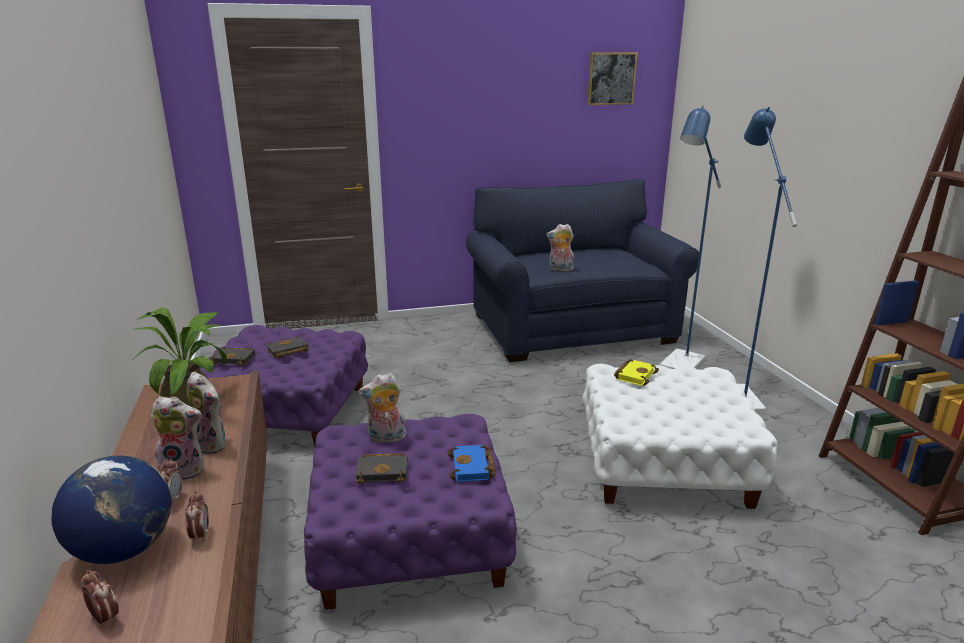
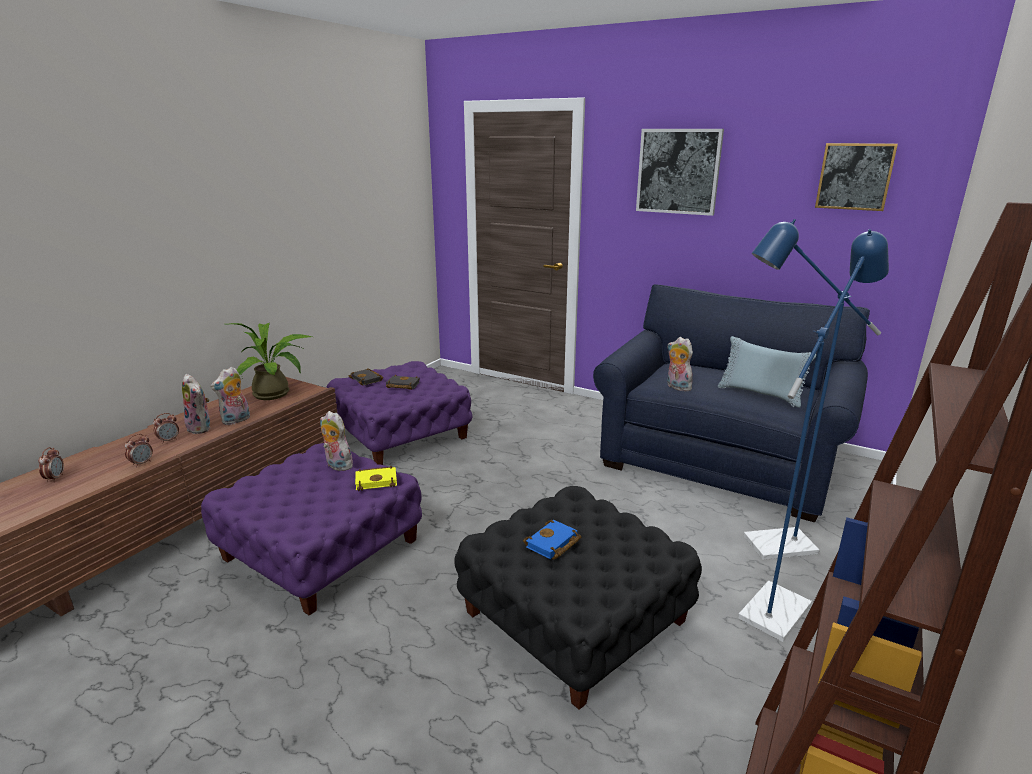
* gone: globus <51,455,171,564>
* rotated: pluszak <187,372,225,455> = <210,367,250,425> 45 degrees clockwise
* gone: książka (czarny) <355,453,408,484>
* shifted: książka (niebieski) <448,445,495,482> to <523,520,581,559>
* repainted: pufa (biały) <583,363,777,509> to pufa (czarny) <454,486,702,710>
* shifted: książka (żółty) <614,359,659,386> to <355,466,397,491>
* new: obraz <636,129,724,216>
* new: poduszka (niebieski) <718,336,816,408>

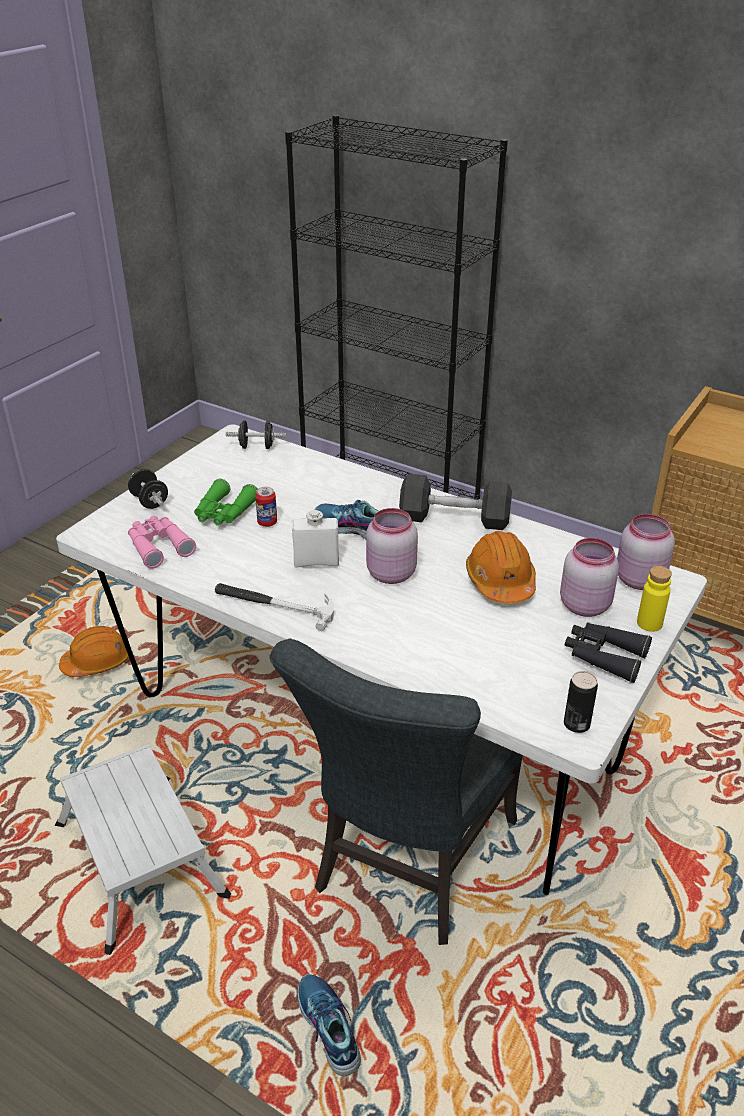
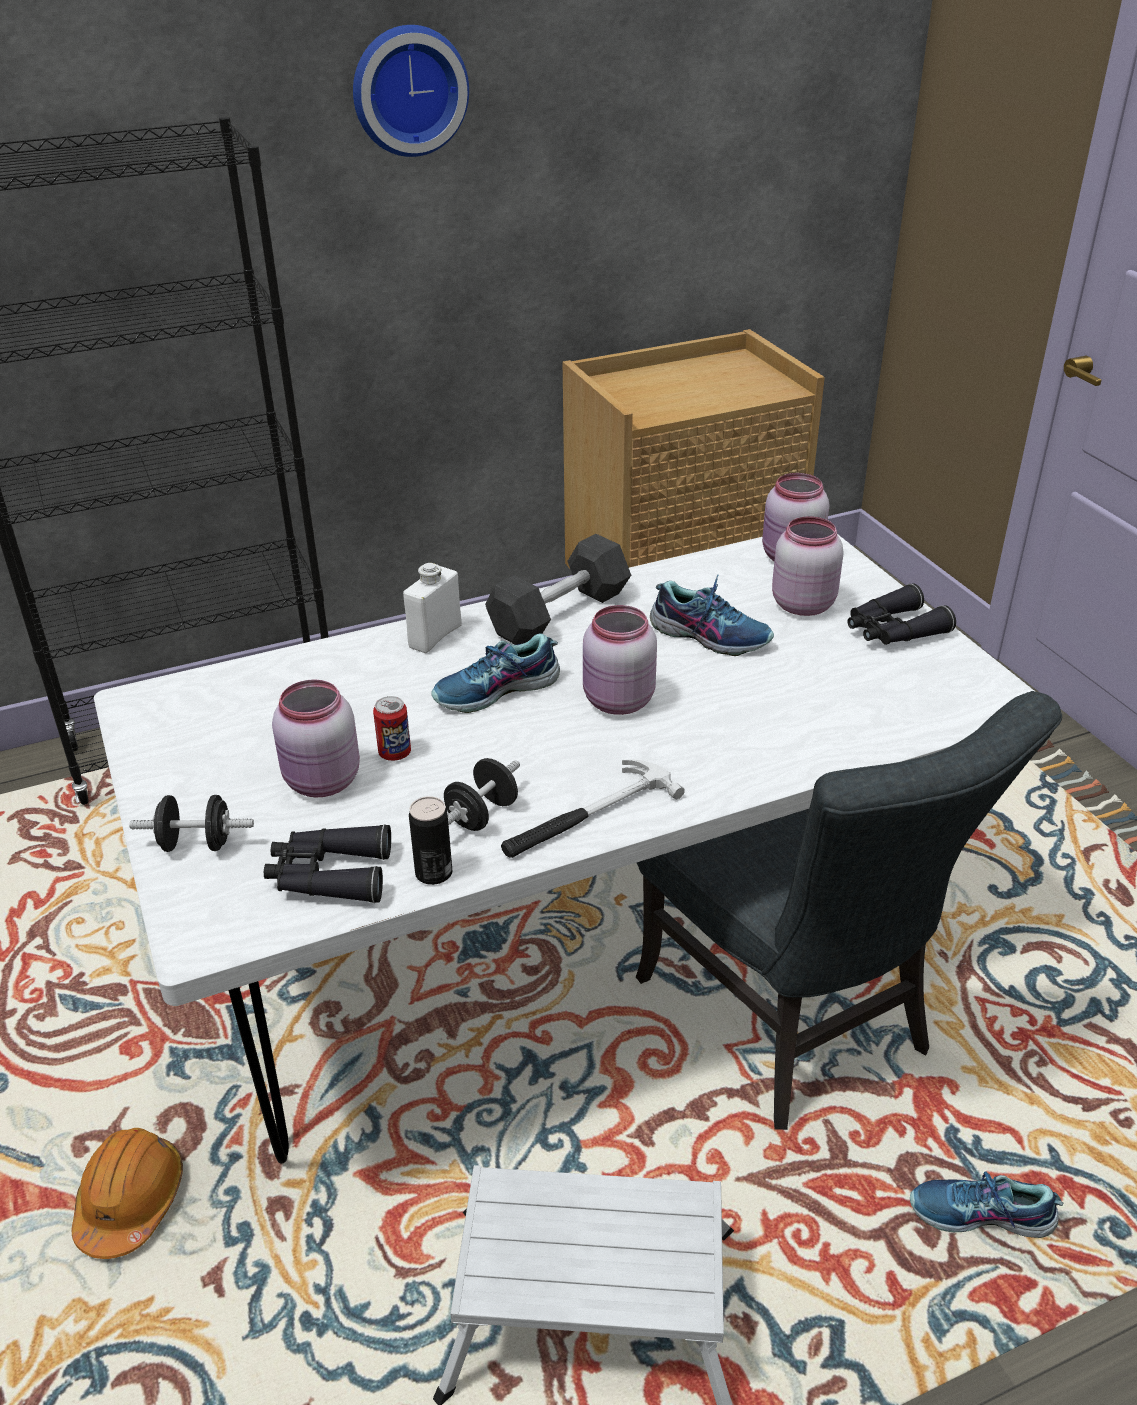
* repainted: lornetka (różowy) <128,516,196,569> to lornetka (czarny) <264,824,391,903>
* swapped: lornetka (zielony) <194,479,258,526> to słoik (różowy) <272,679,360,797>
* shifted: hantel (czarny) <226,421,287,449> to <444,758,520,831>
* shifted: butelka (biały) <292,510,339,568> to <403,563,462,653>
* swapped: kask (pomarańczowy) <466,531,536,604> to but <650,575,774,656>
* shifted: puszka <564,671,598,733> to <409,796,452,885>
* gone: butelka (żółty) <637,566,672,632>
* new: zegar ścienny <353,25,469,157>

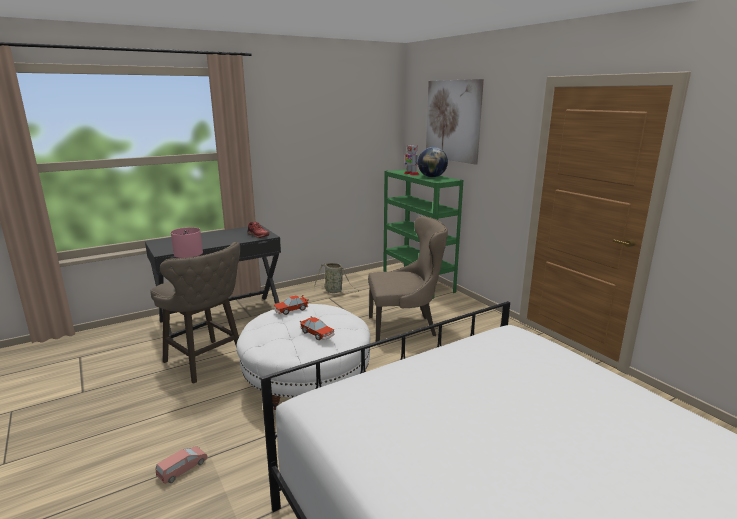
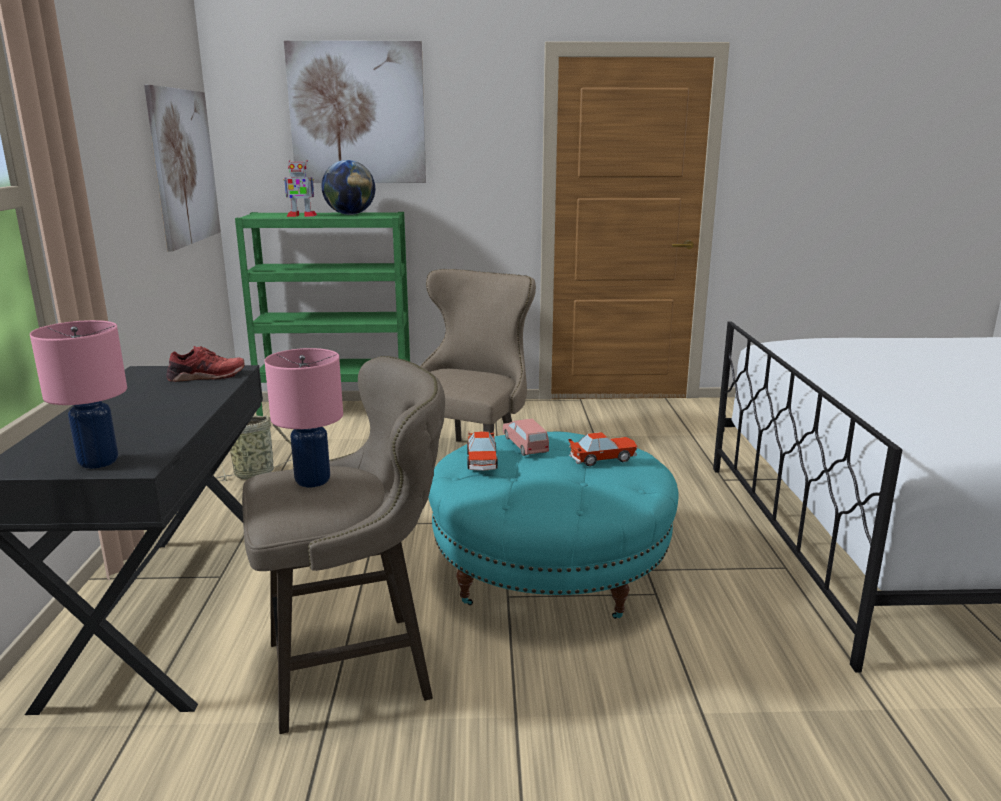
* shifted: samochodzik (różowy) <155,446,208,484> to <503,419,549,456>
* repainted: pufa (biały) <236,304,370,412> to pufa (turkusowy) <428,432,679,619>
* new: lampa stołowa (różowy) <30,320,127,469>
* new: obraz <144,85,221,252>

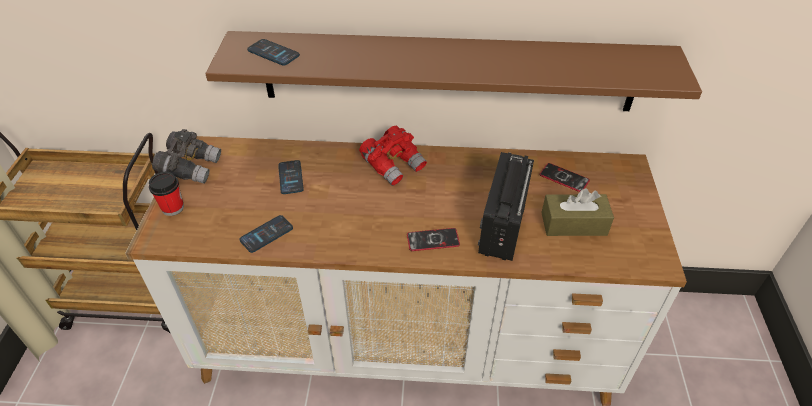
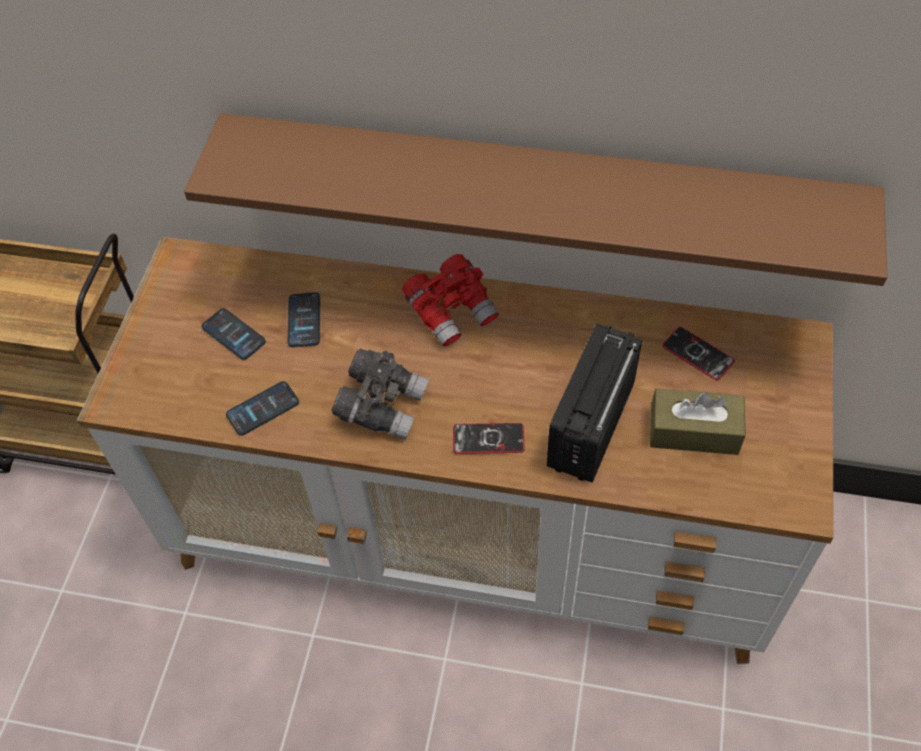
* gone: filiżanka <149,172,184,216>
* shifted: lornetka (szary) <152,129,221,184> to <331,349,429,440>
* shifted: telefon <247,39,300,66> to <202,308,266,360>

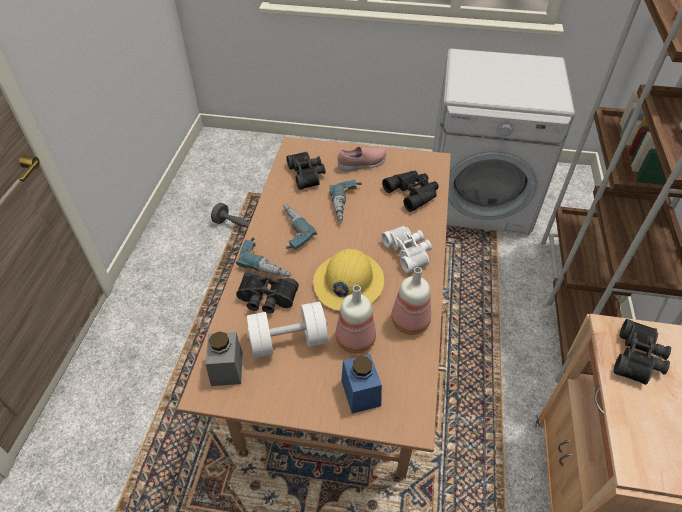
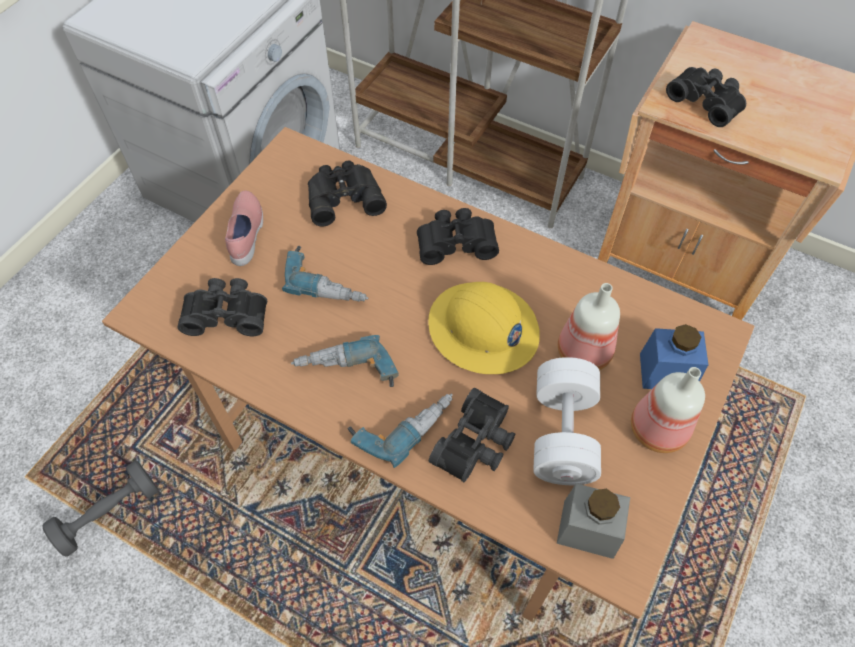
* repainted: lornetka (biały) <381,226,432,273> to lornetka (czarny) <417,208,499,265>
* shifted: butelka <391,267,431,335> to <631,367,705,453>

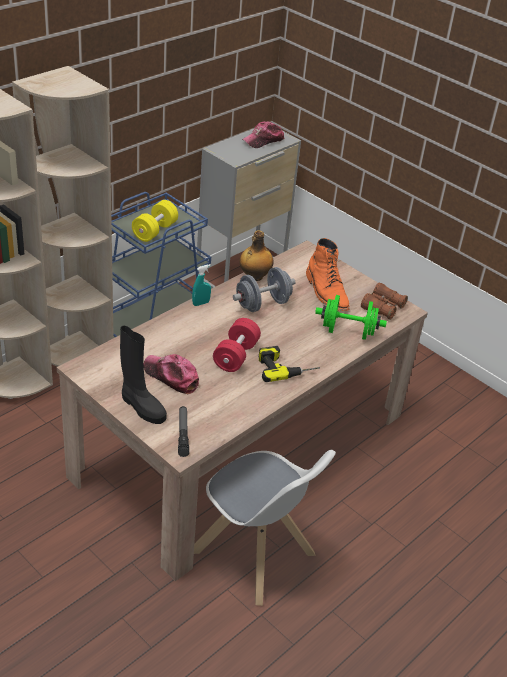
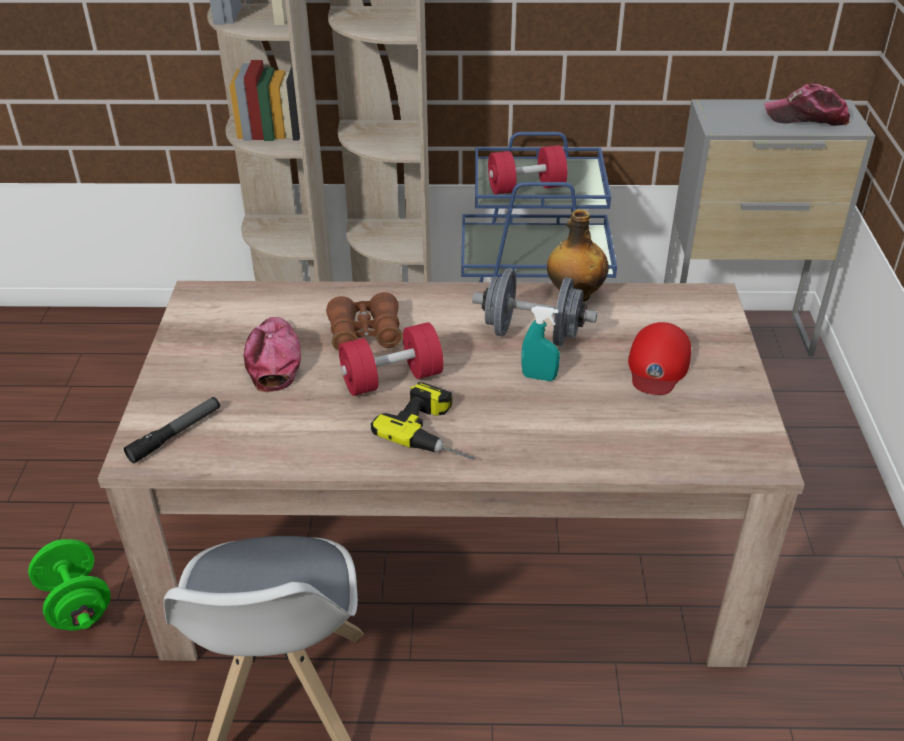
* gone: but z cholewką (czarny) <120,326,167,424>
* repainted: hantel (żółty) <132,200,178,242> to hantel (czerwony) <488,145,567,195>
* shifted: spryskiwacz (turkusowy) <192,264,211,306> to <521,306,560,381>
* swapped: but z cholewką (pomarańczowy) <306,238,350,311> to czapka z daszkiem (czerwony) <628,322,691,395>
* shifted: hantel (zielony) <315,295,387,340> to <28,539,111,631>
* shifted: lornetka (brązowy) <361,282,408,320> to <326,292,403,351>

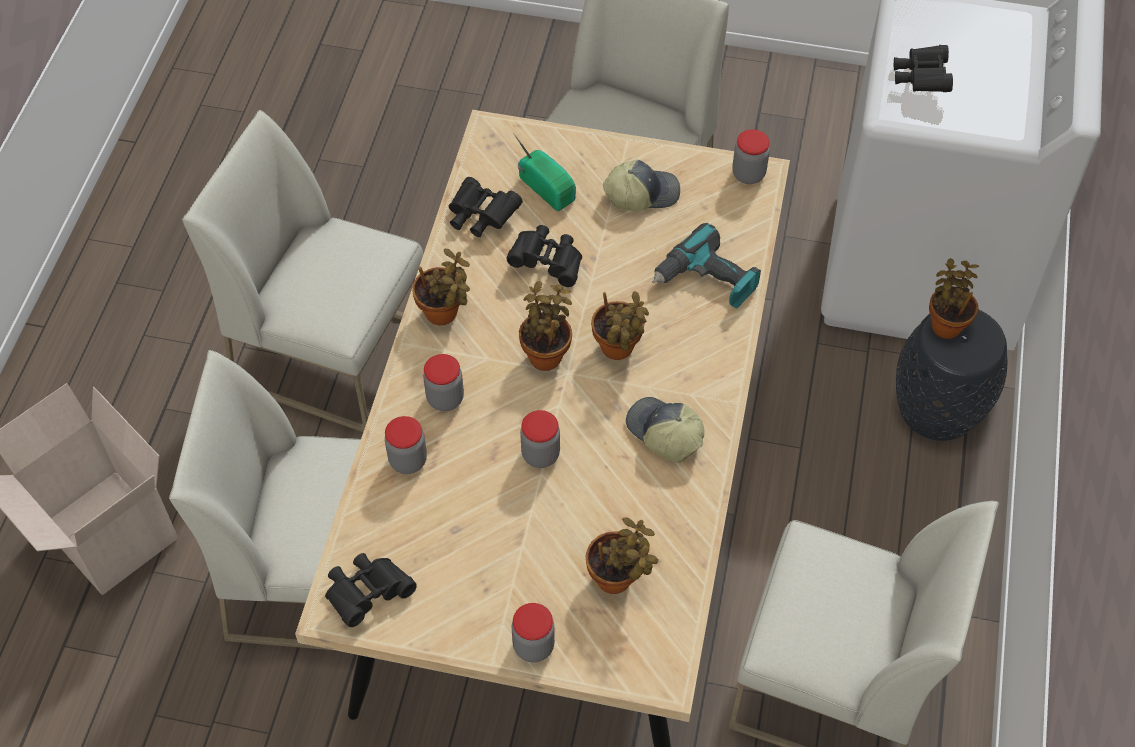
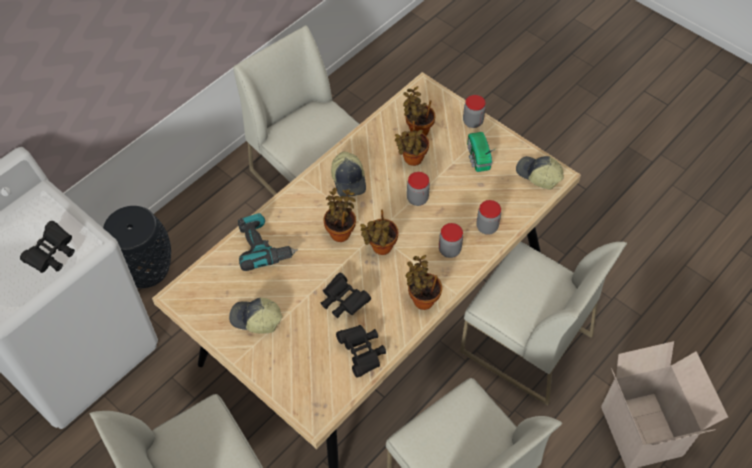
* swapped: lornetka (czarny) <325,553,417,627> to czapka z daszkiem <516,156,564,190>
* shifted: radio <513,133,576,211> to <467,132,495,172>
* gone: słoik <732,130,770,184>
* shifted: roślina doniczkowa <929,258,979,339> to <395,120,429,166>

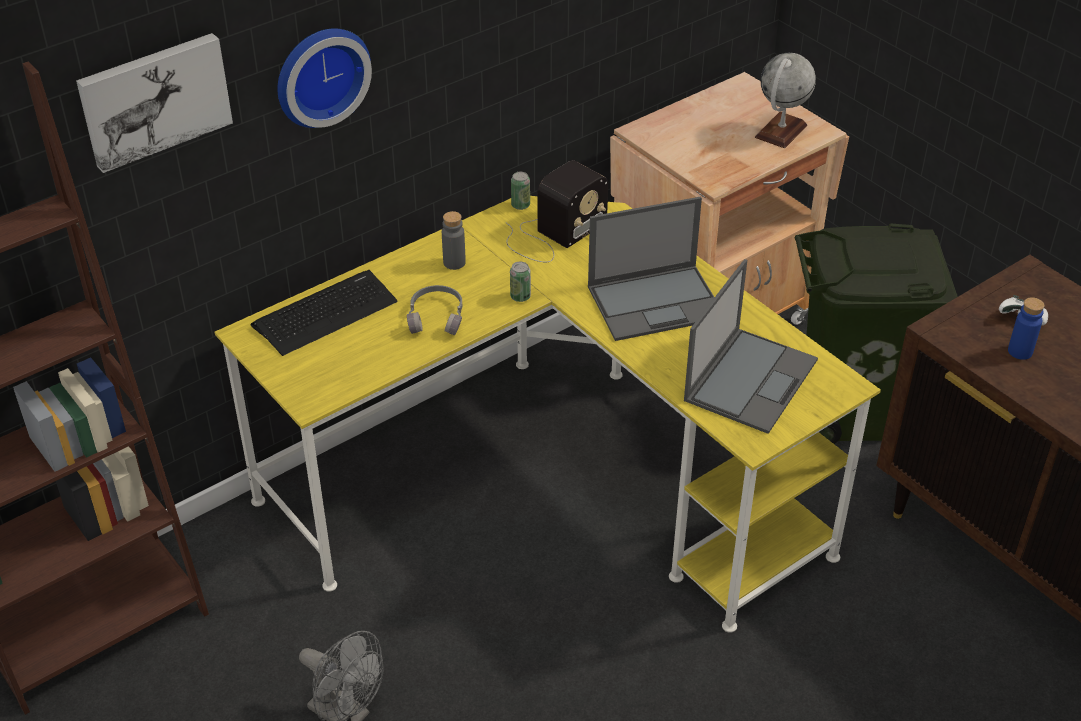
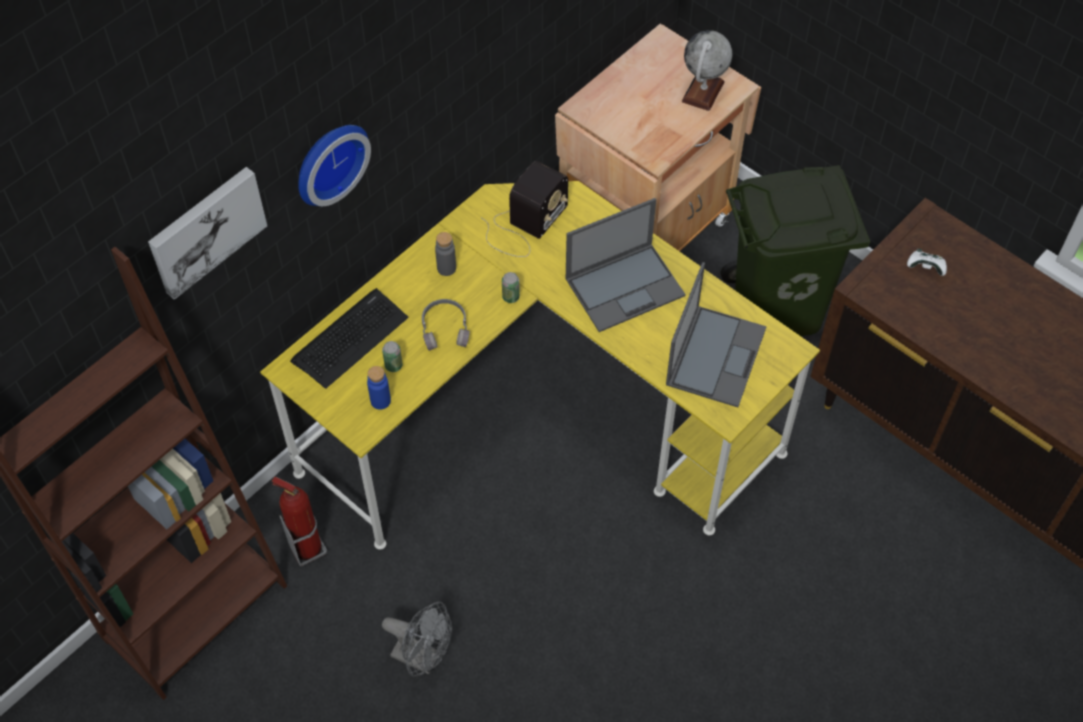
* shifted: puszka <511,172,530,210> to <382,341,403,372>
* shifted: butelka (niebieski) <1008,297,1045,360> to <367,366,391,410>
* new: gaśnica <271,477,327,566>

